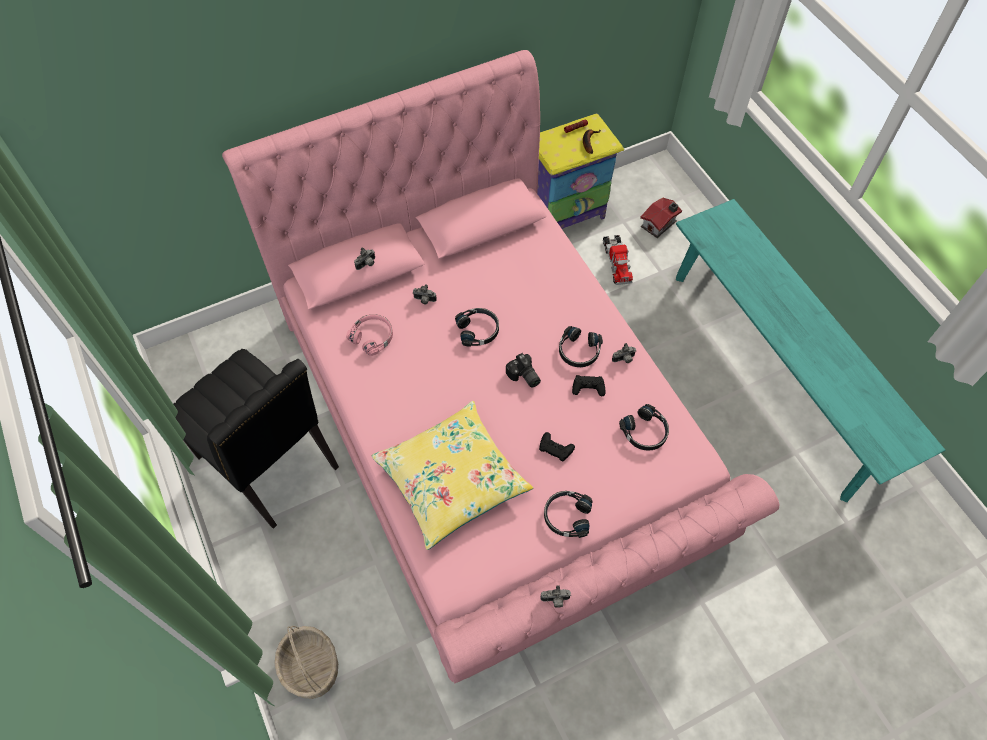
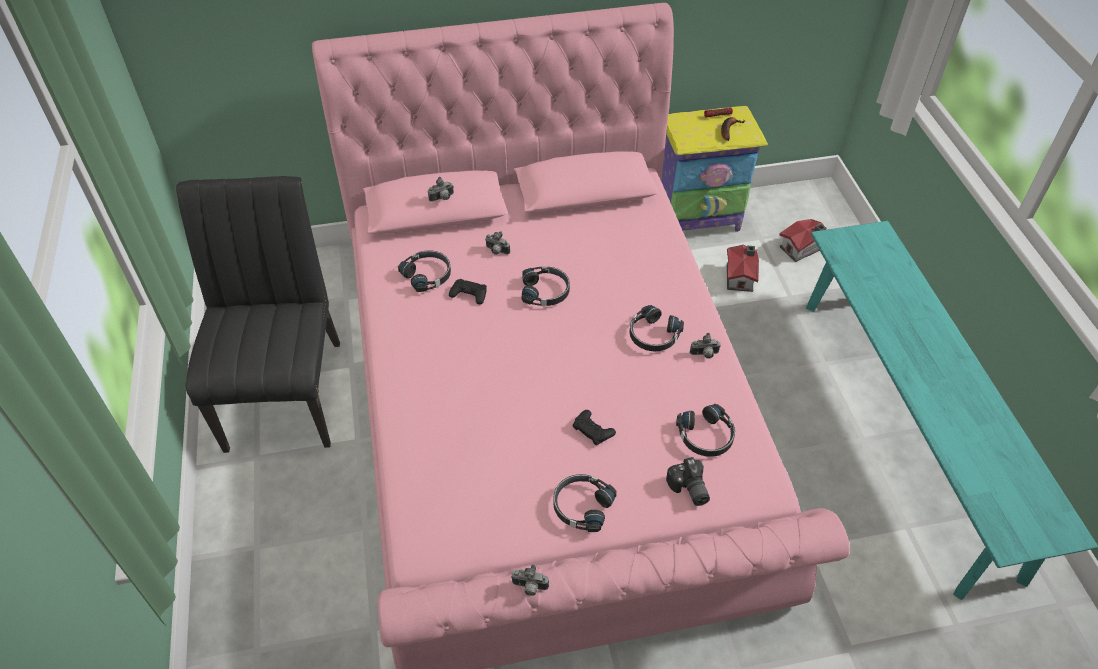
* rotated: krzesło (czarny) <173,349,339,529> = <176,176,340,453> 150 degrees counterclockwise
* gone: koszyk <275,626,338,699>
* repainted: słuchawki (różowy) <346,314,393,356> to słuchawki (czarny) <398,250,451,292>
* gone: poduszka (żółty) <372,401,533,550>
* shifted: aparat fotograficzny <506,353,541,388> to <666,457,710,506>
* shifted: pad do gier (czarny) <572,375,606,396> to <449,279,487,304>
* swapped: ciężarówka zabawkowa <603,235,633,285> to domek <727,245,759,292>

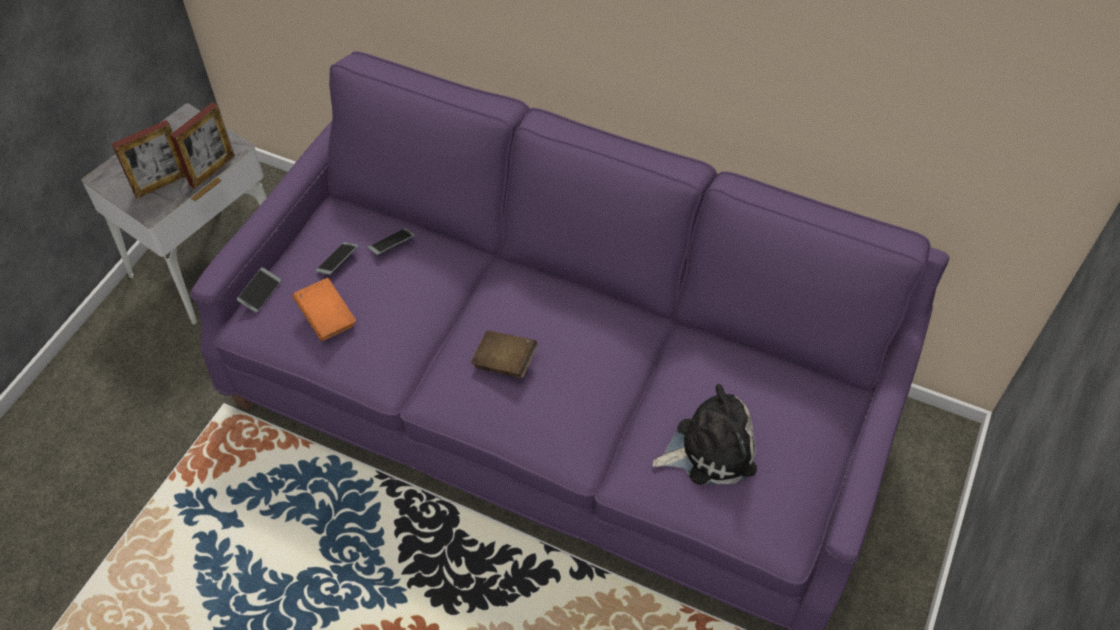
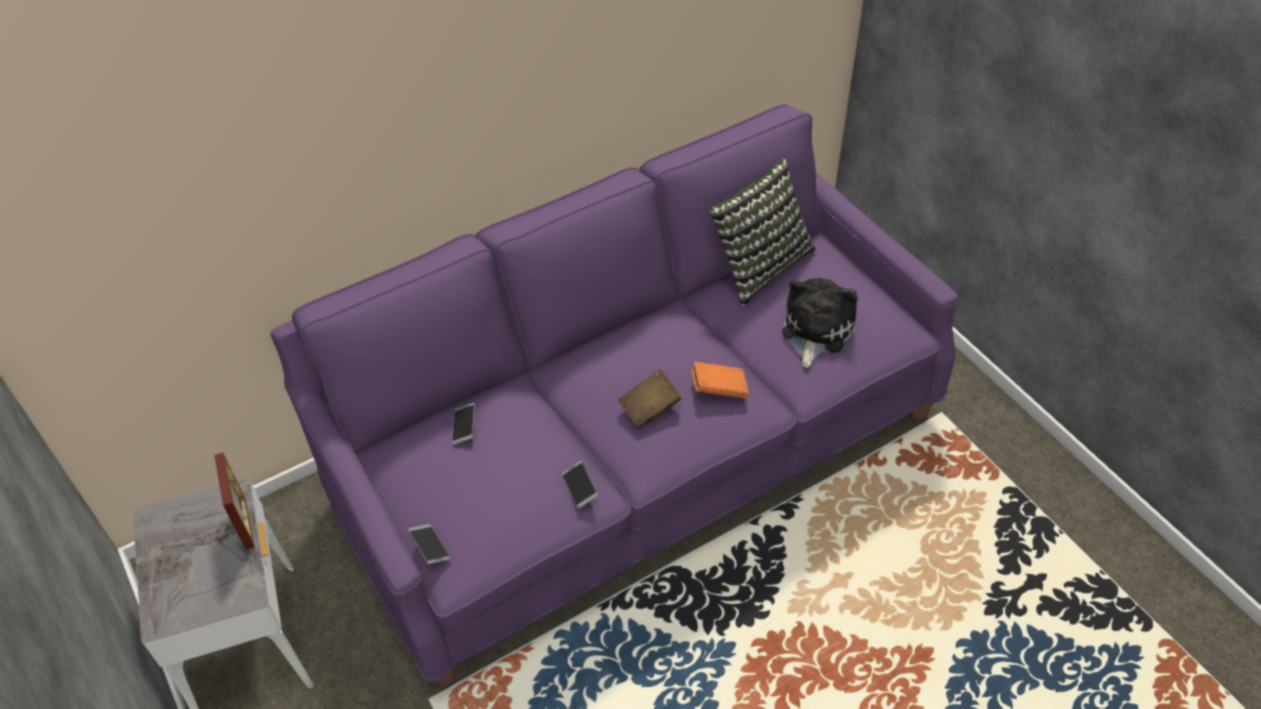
* gone: ramka na zdjęcie <112,120,186,199>
* shifted: książka (pomarańczowy) <292,278,356,341> to <692,362,748,399>
* shifted: telefon <315,242,358,275> to <562,461,598,508>
* new: poduszka <709,157,816,306>

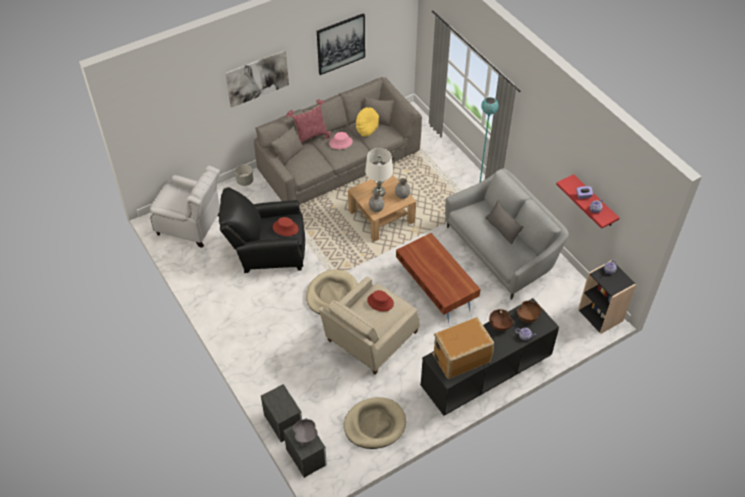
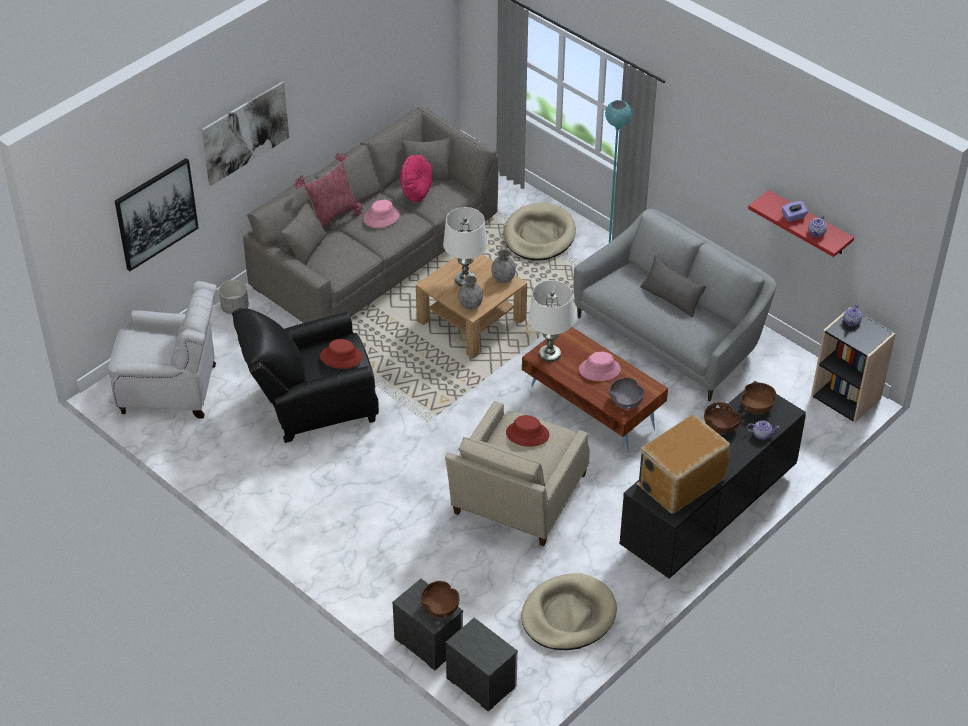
* shifted: miska (szary) <293,419,317,444> to <609,377,644,409>
* shifted: legowisko (beżowy) <306,269,358,314> to <504,203,576,260>
* shifted: obraz <317,13,365,75> to <115,158,199,271>
* repainted: poduszka (żółty) <356,107,379,137> to poduszka (różowy) <400,155,432,202>
* new: miska (brązowy) <420,581,459,618>
* new: lampa stołowa (biały) <528,280,574,362>
* new: kapelusz (różowy) <579,351,621,381>

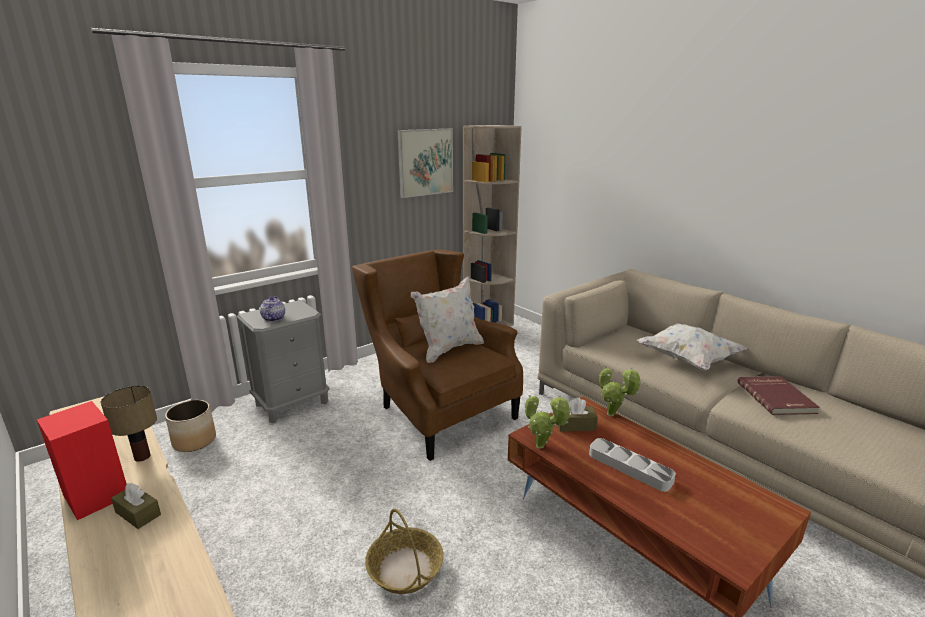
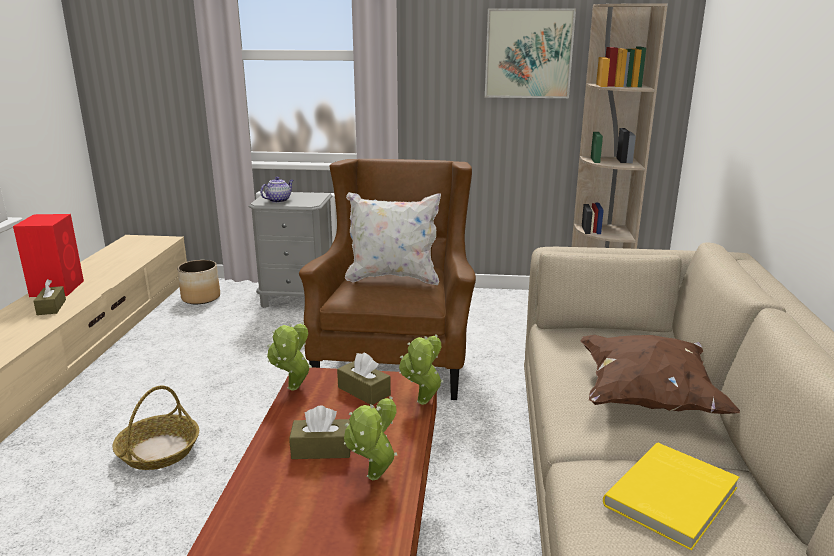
* gone: lampa stołowa <101,386,157,462>
* swapped: taca (szary) <589,438,676,492> to pudełko chusteczek (brązowy) <289,406,351,459>
* repainted: poduszka (biały) <637,323,747,371> to poduszka (brązowy) <580,335,740,414>
* repainted: książka (czerwony) <738,376,820,415> to książka (żółty) <603,443,739,550>
* new: roślina doniczkowa <344,396,398,481>

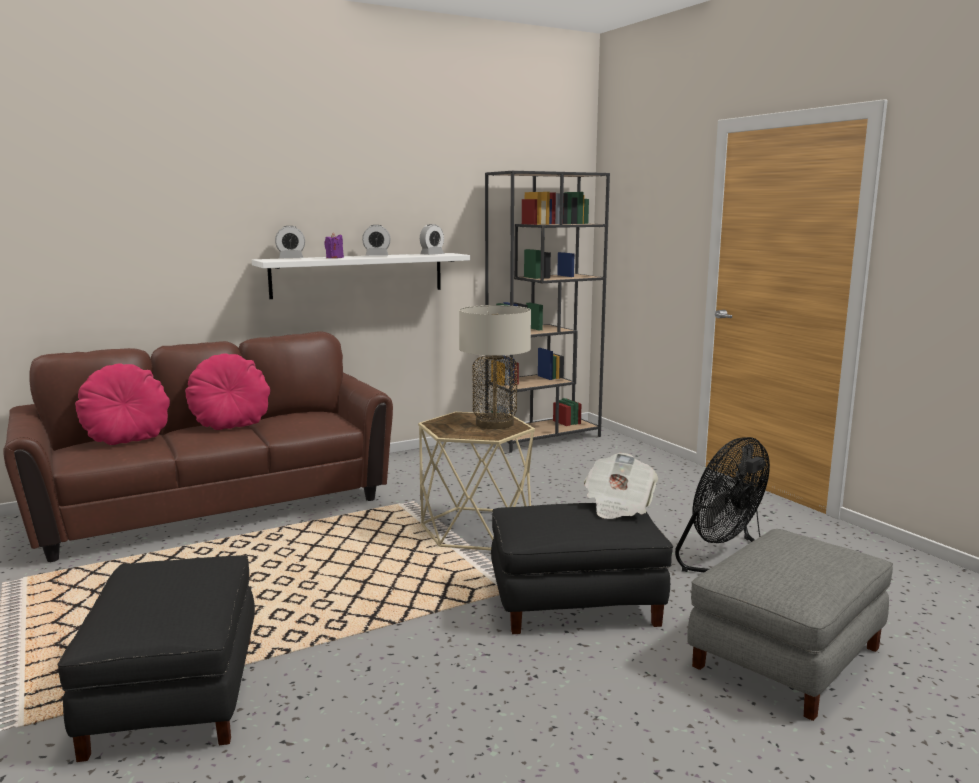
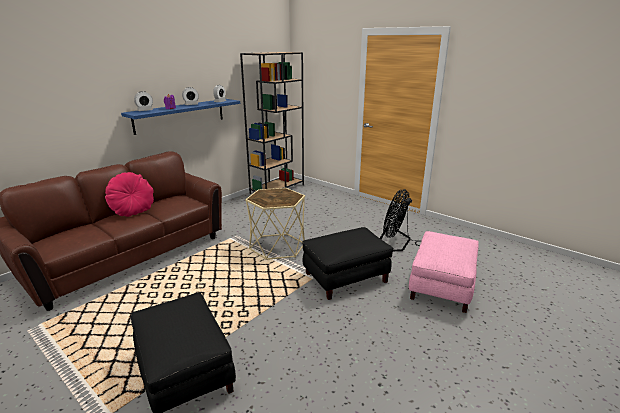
* gone: poduszka (różowy) <75,363,170,445>
* repainted: półka (biały) <252,253,470,299> to półka (niebieski) <121,99,240,135>
* gone: lampa stołowa <459,305,531,429>
* gone: gazeta <584,453,658,519>
* repainted: pufa (szary) <687,529,893,721> to pufa (różowy) <409,231,479,313>

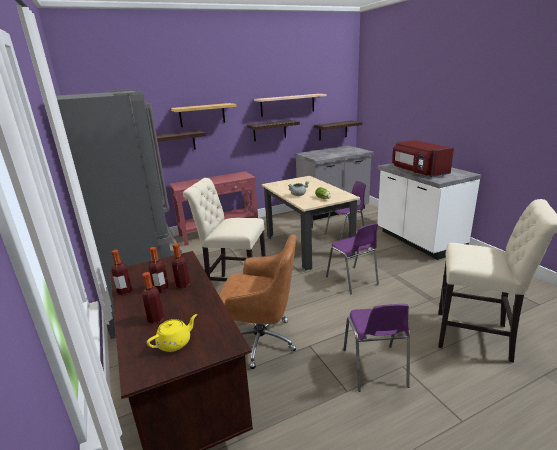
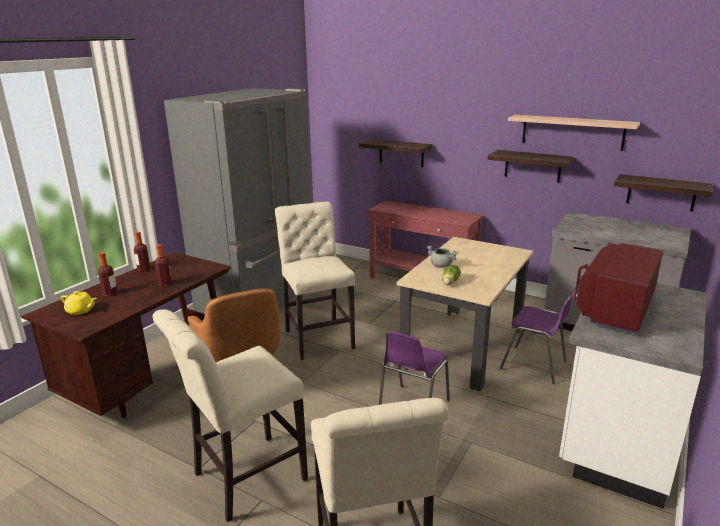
* gone: butelka <149,247,169,292>
* gone: półka <171,103,237,127>
* swapped: krzesło (fioletowy) <343,304,410,392> to stołek (beżowy) <153,309,308,522>

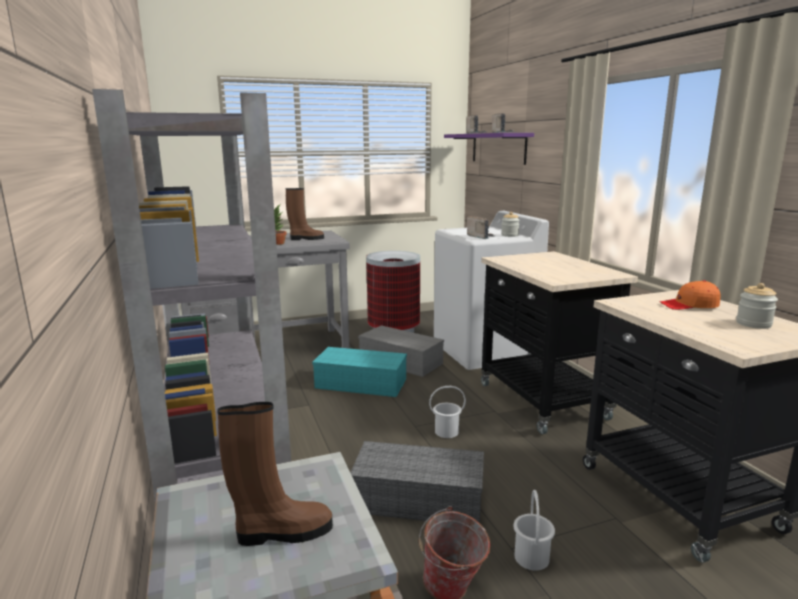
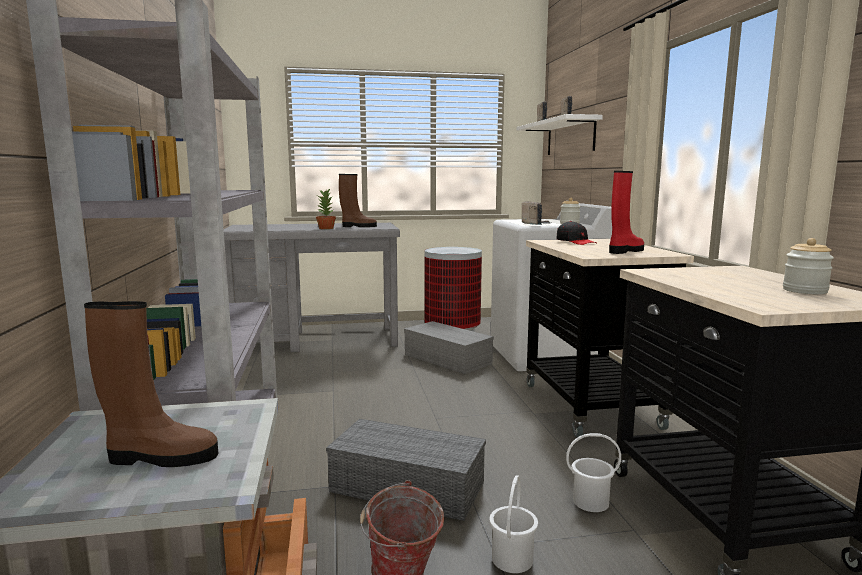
* gone: pojemnik do przechowywania (turkusowy) <312,347,407,397>
* shifted: wiadro (biały) <429,386,466,438> to <566,433,621,512>
* repainted: półka (fioletowy) <444,133,534,165> to półka (biały) <517,114,603,155>
* gone: czapka z daszkiem (pomarańczowy) <660,280,720,310>
* new: czapka z daszkiem (czarny) <556,221,597,245>
* new: but z cholewką (czerwony) <609,171,644,254>

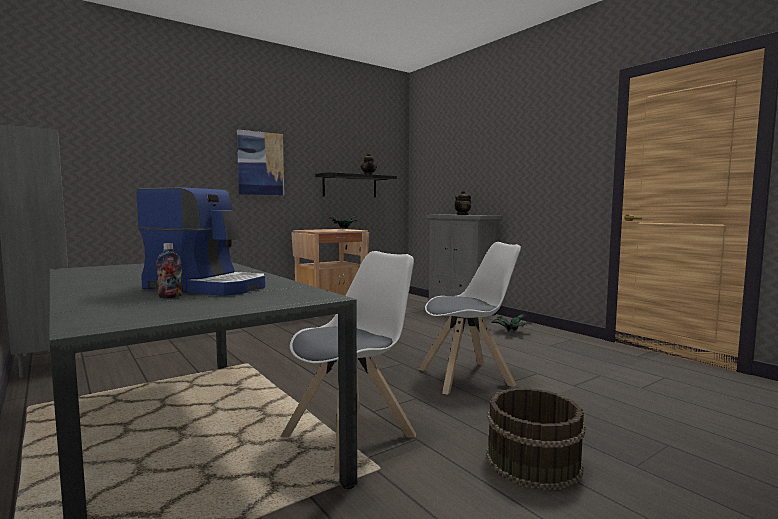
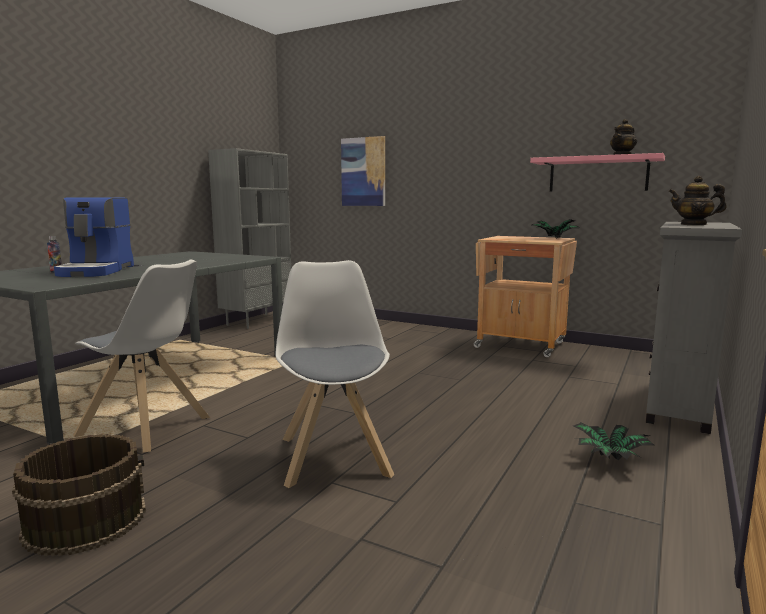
* shifted: obraz <237,130,284,195> to <341,136,385,206>
* repainted: półka (czarny) <315,172,397,198> to półka (różowy) <530,153,665,191>
* rotated: krzesło <418,242,521,395> = <275,260,394,488> 150 degrees counterclockwise

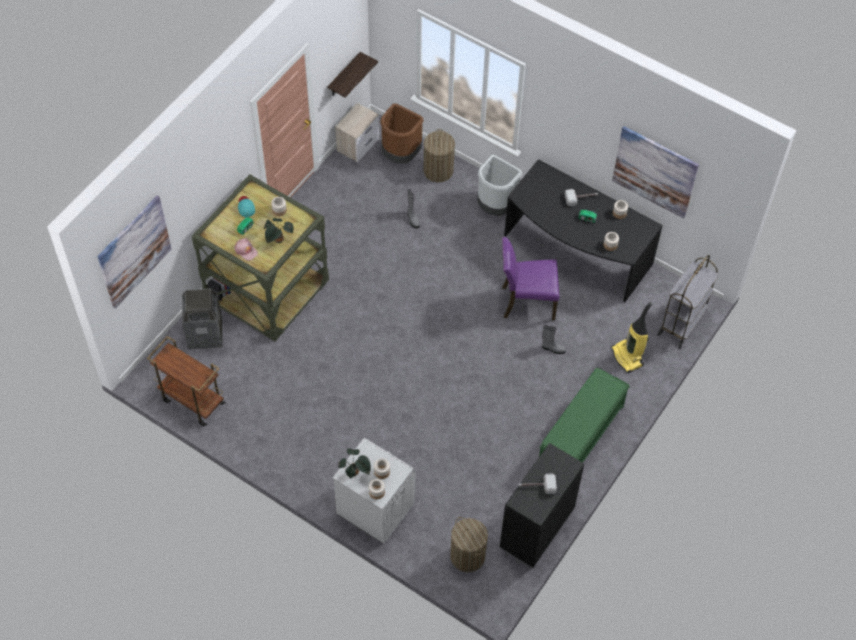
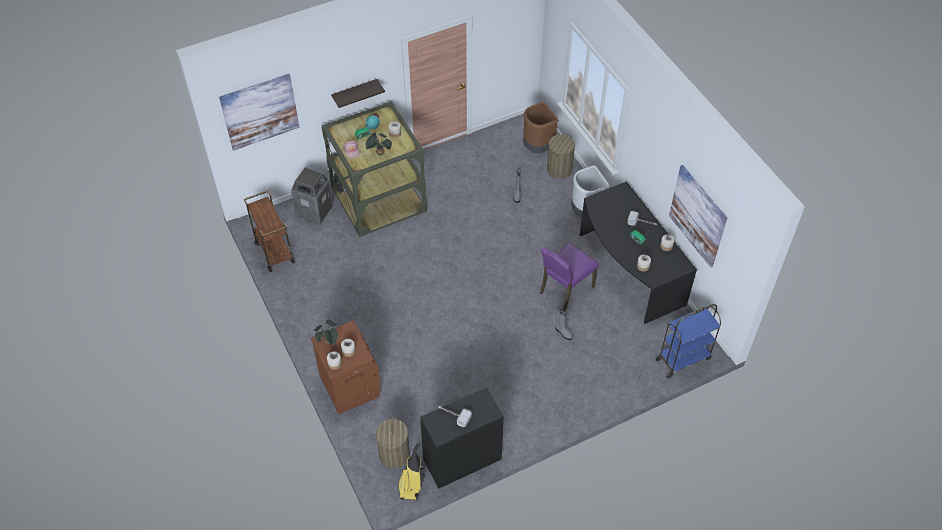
* shifted: półka <327,52,378,97> to <331,79,385,108>
* repainted: pralka (biały) <332,438,416,543> to pralka (brązowy) <310,321,380,414>
* gone: szafka nocna <335,103,379,162>
* rotated: krzesło (fioletowy) <502,237,559,321> = <540,243,599,311> 75 degrees counterclockwise
* gone: ławka (zielony) <539,368,630,462>
* shifted: odkurzacz <612,302,652,373> to <399,443,425,500>
* repainted: wózek (szary) <657,255,718,349> to wózek (niebieski) <656,304,721,379>

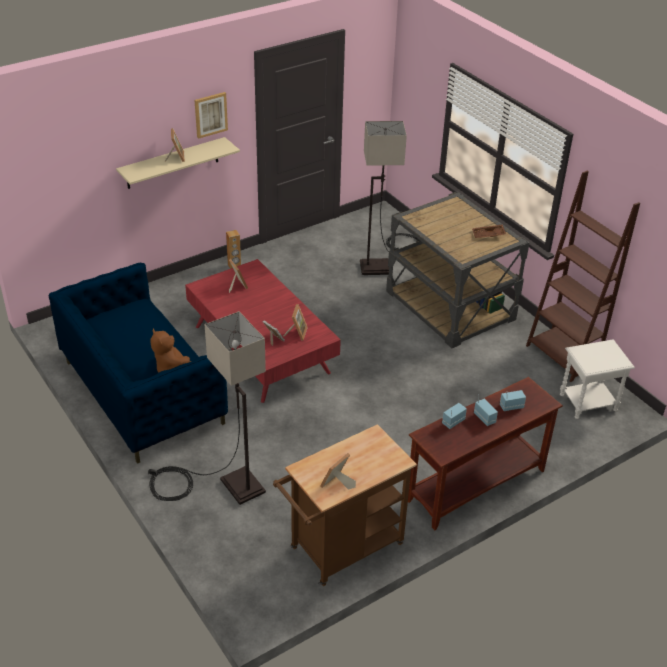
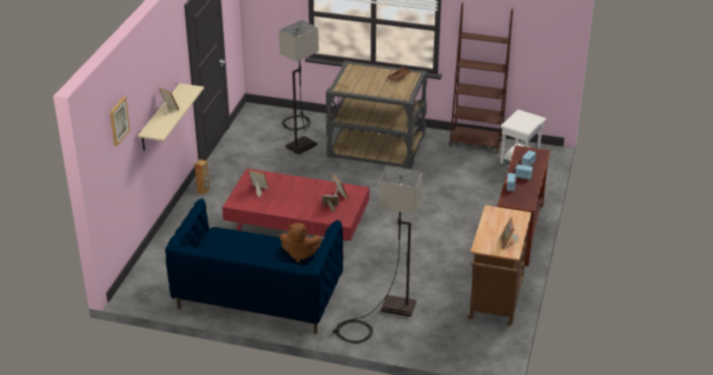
* shifted: obraz <195,92,228,139> to <110,97,130,146>

